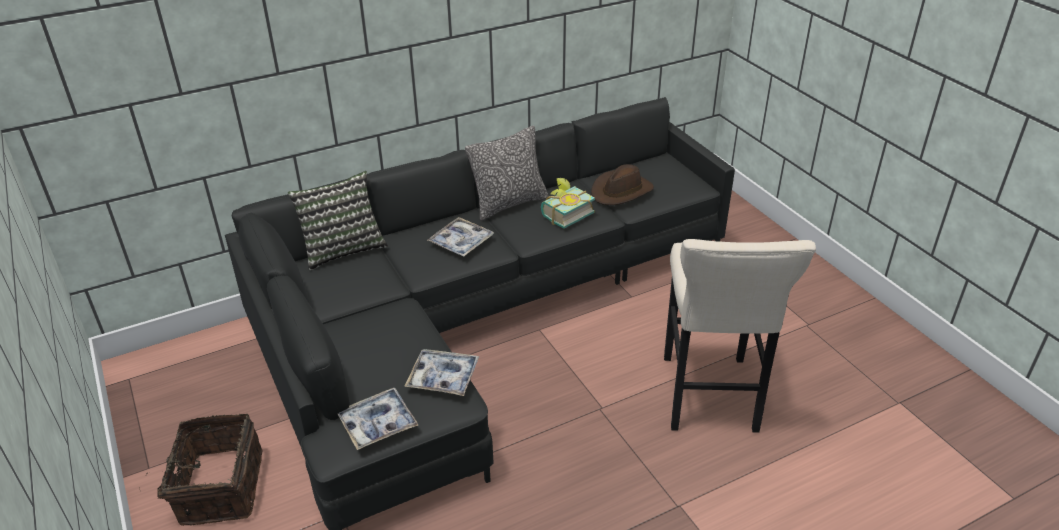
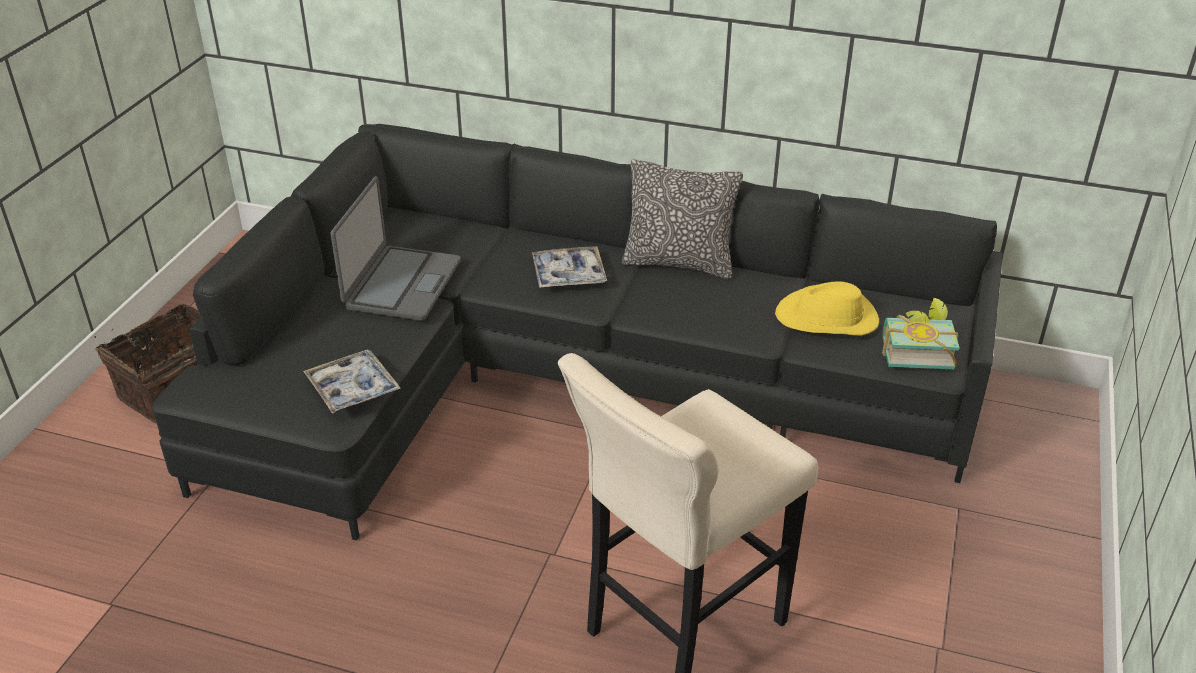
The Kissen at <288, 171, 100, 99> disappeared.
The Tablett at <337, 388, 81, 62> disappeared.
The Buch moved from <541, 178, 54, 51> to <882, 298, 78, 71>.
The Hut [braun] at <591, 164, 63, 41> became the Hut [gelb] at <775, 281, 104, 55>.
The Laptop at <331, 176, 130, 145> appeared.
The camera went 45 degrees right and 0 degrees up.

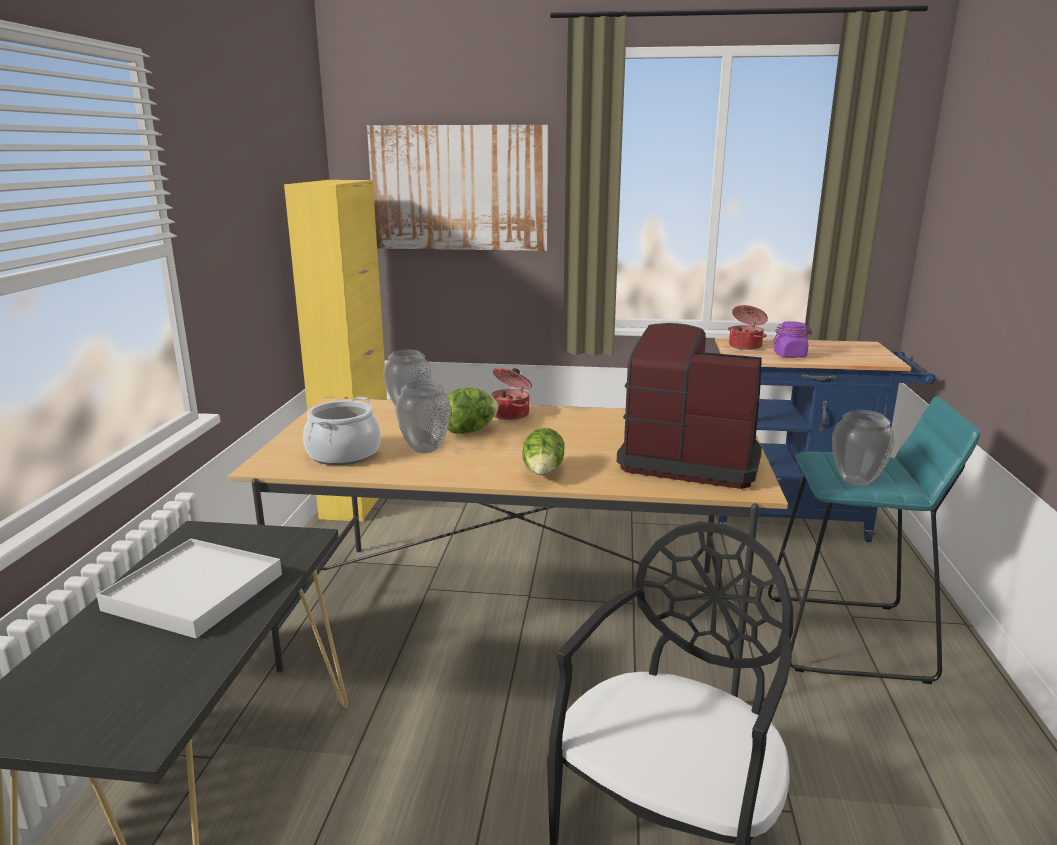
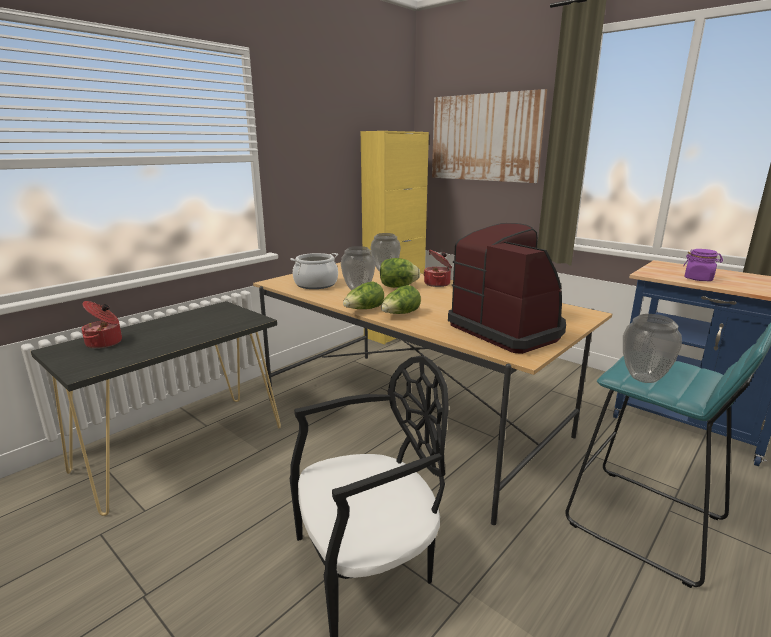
The Tablett [weiß] at <96, 539, 186, 100> disappeared.
The Kochtopf moved from <728, 305, 40, 45> to <81, 301, 41, 48>.
The Salatkopf at <343, 281, 41, 28> appeared.
The camera went 35 degrees right and 0 degrees up.

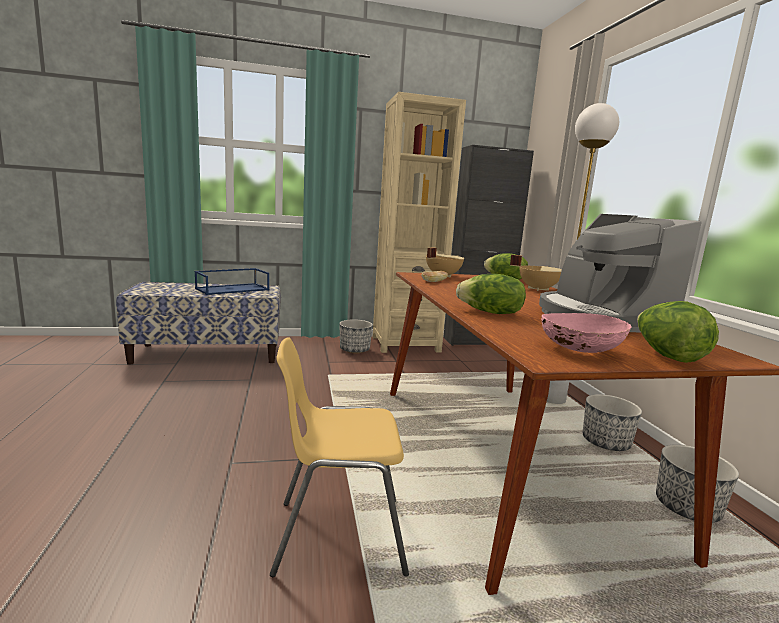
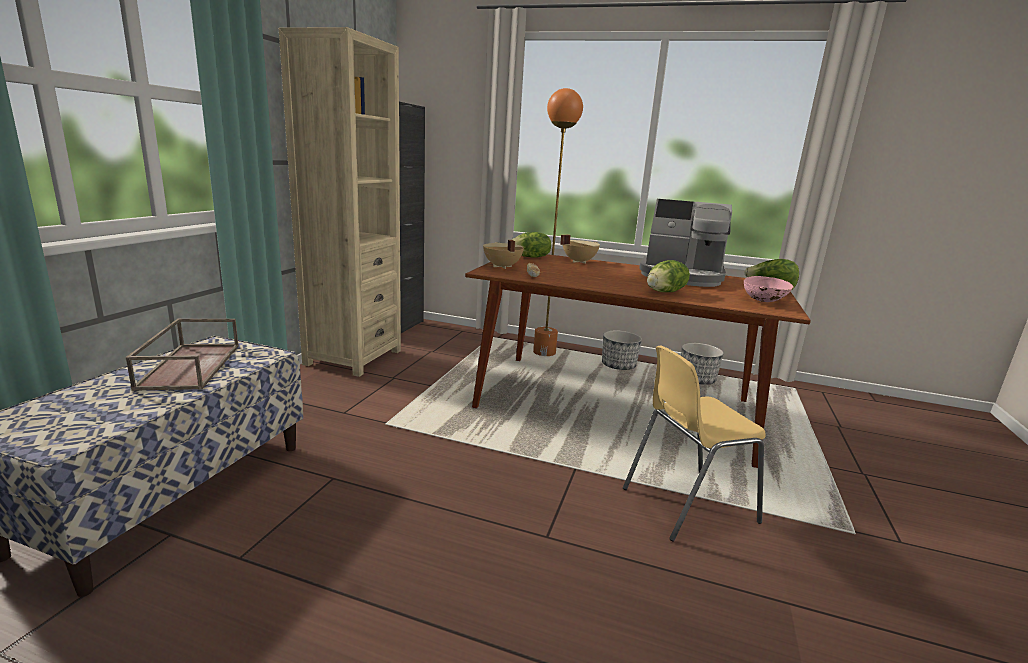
The Tablett [blau] at <194, 268, 75, 27> became the Tablett [braun] at <125, 318, 114, 73>.
The Stuhl [gelb] at <270, 337, 139, 240> turned 45 degrees clockwise.
The Pflanzkübel at <339, 319, 34, 34> disappeared.
The Stehlampe [weiß] at <547, 103, 72, 301> became the Stehlampe [orange] at <533, 88, 50, 268>.
The camera went 60 degrees left and 5 degrees up.

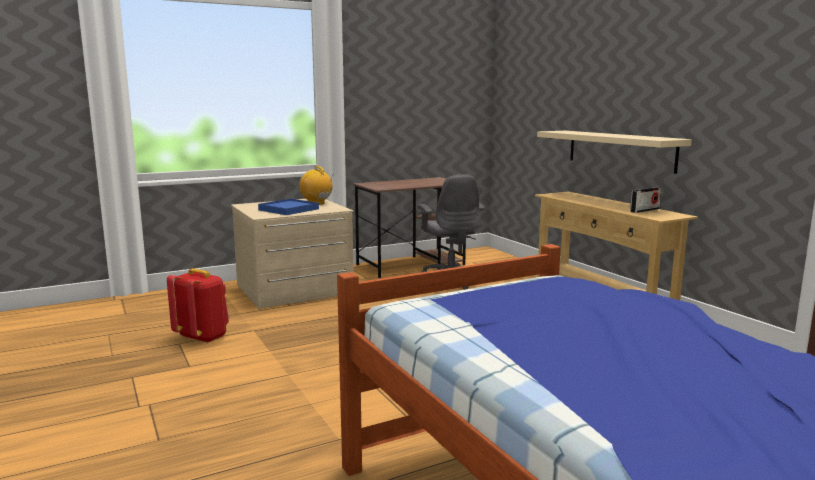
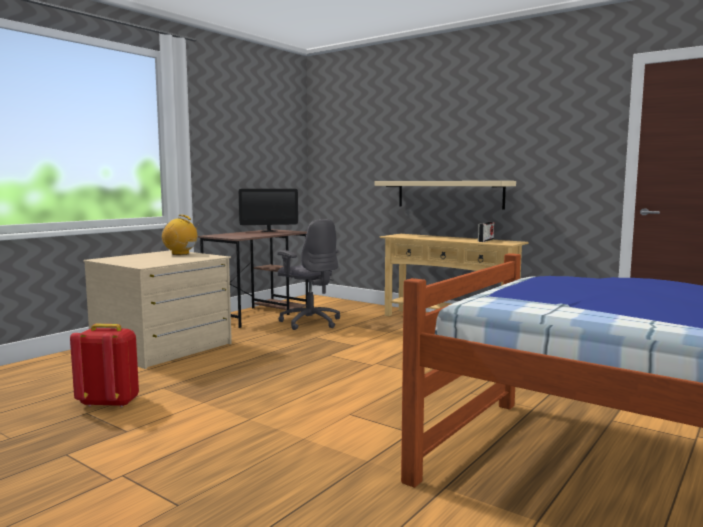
The Tablett [blau] at <258, 199, 61, 16> disappeared.
The Monitor at <238, 189, 60, 43> appeared.
The camera went 25 degrees left and 5 degrees down.

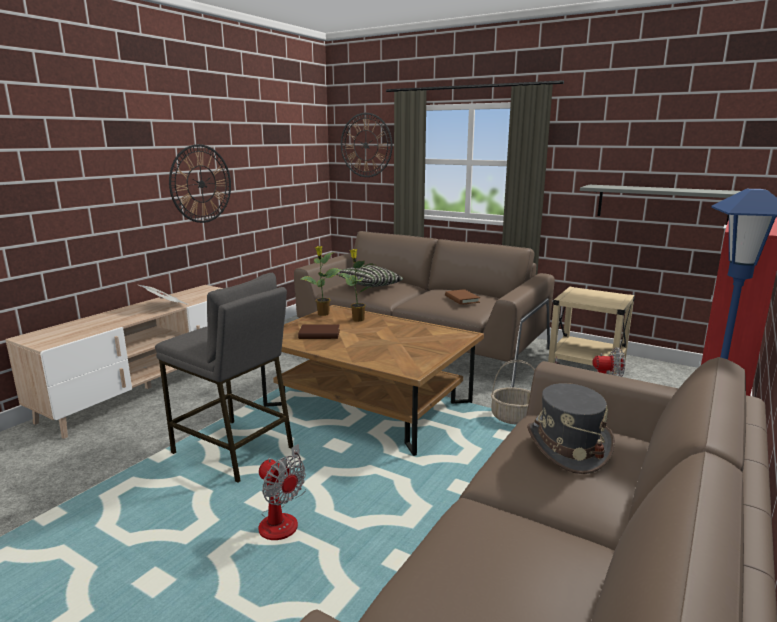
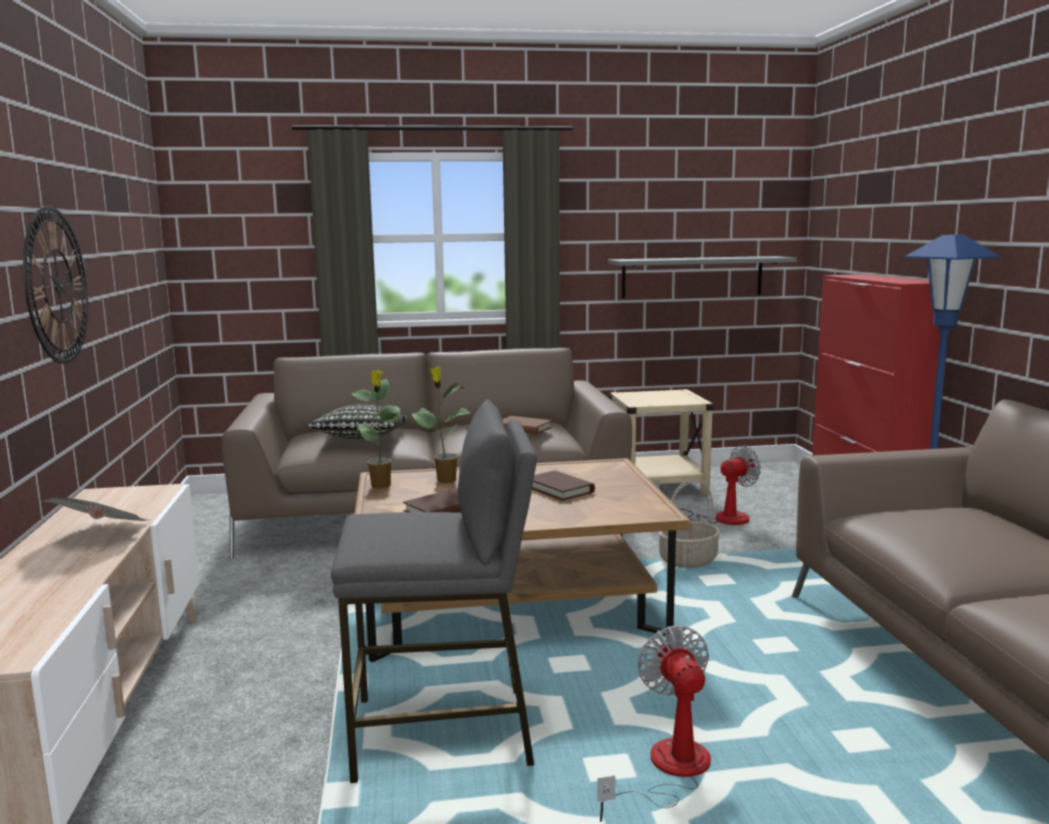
The Ventilator at <258, 444, 48, 96> turned 105 degrees counterclockwise.
The Wanduhr at <341, 113, 51, 64> disappeared.
The Hut [grau] at <527, 383, 88, 91> disappeared.
The Buch [braun] at <532, 471, 63, 30> appeared.
The camera went 40 degrees left and 5 degrees down.

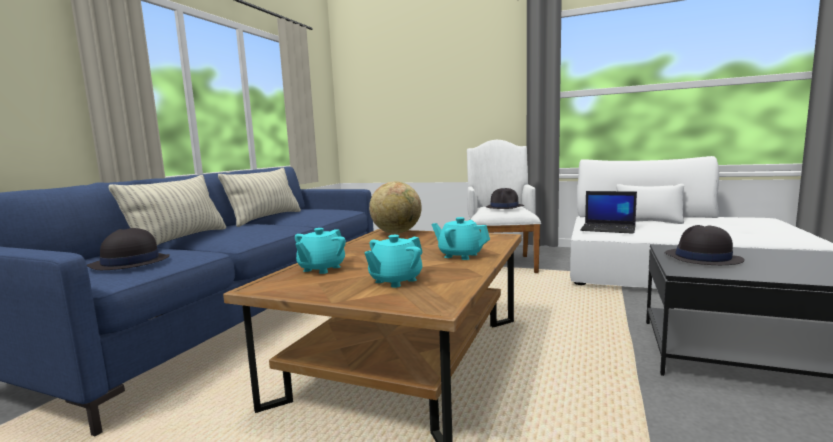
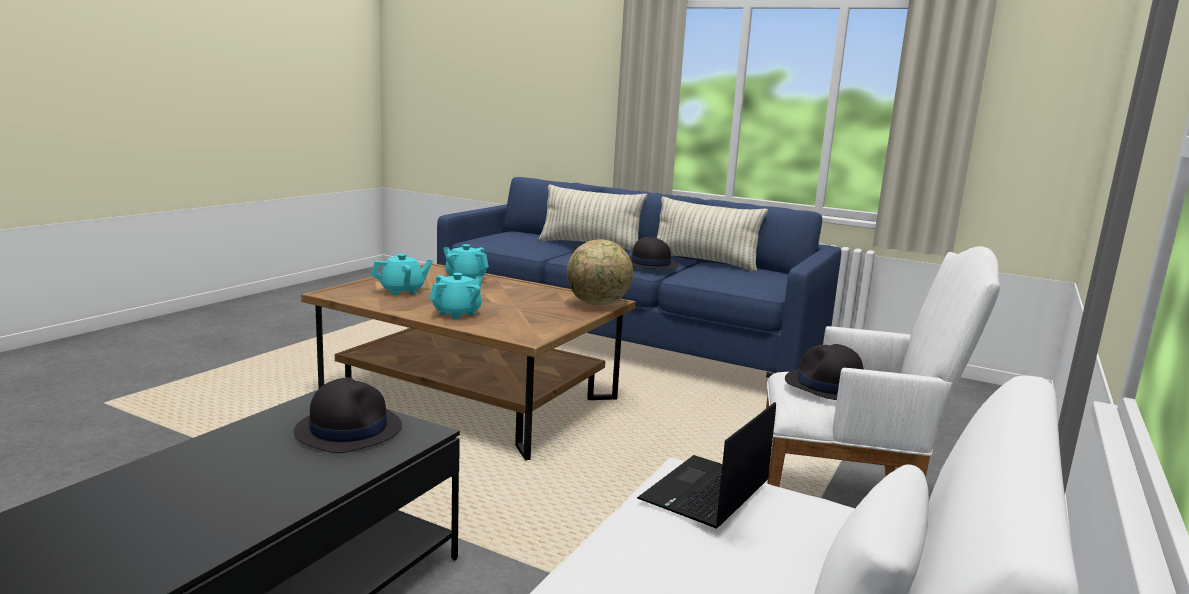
The Hut [schwarz] moved from <87, 228, 83, 42> to <629, 237, 50, 32>.
The Teekanne [türkis] at <364, 235, 59, 53> turned 105 degrees clockwise.
The camera went 95 degrees right and 5 degrees up.

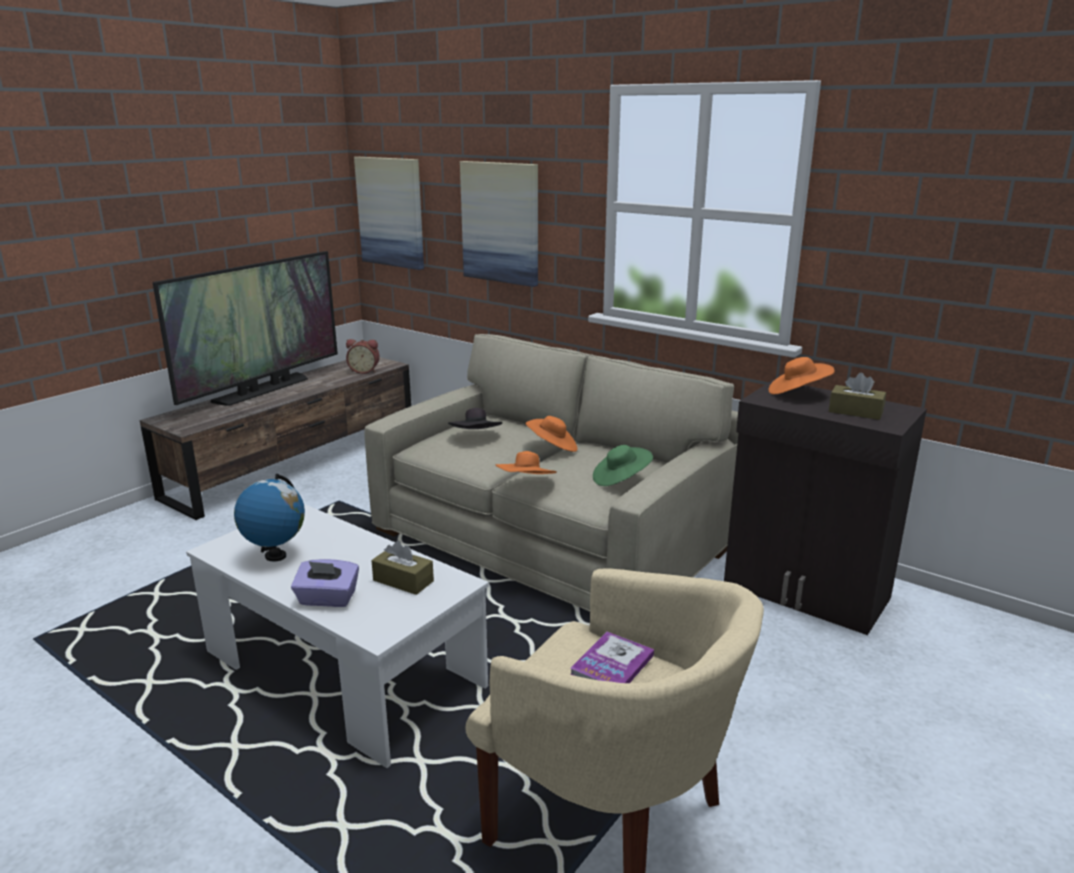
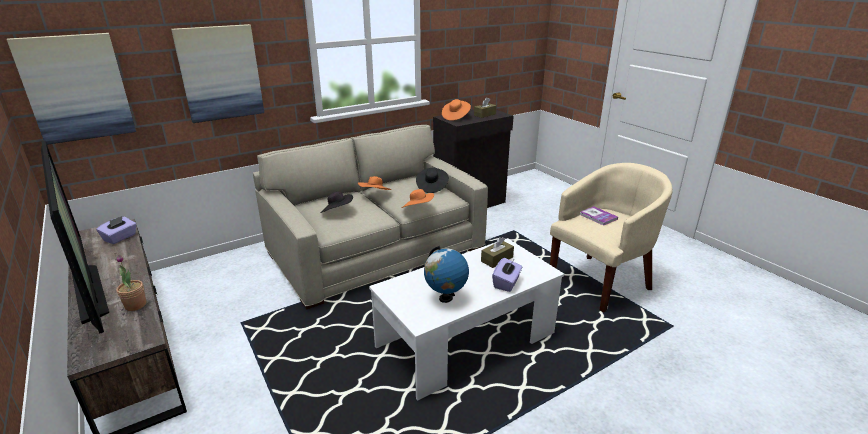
The Wecker at <346, 339, 34, 35> was replaced by the Taschentuchbox [lila] at <96, 216, 40, 28>.
The Hut [grün] at <593, 445, 60, 41> became the Hut [schwarz] at <416, 168, 33, 25>.
The Topfpflanze at <116, 255, 30, 56> appeared.
The camera went 70 degrees left and 5 degrees up.

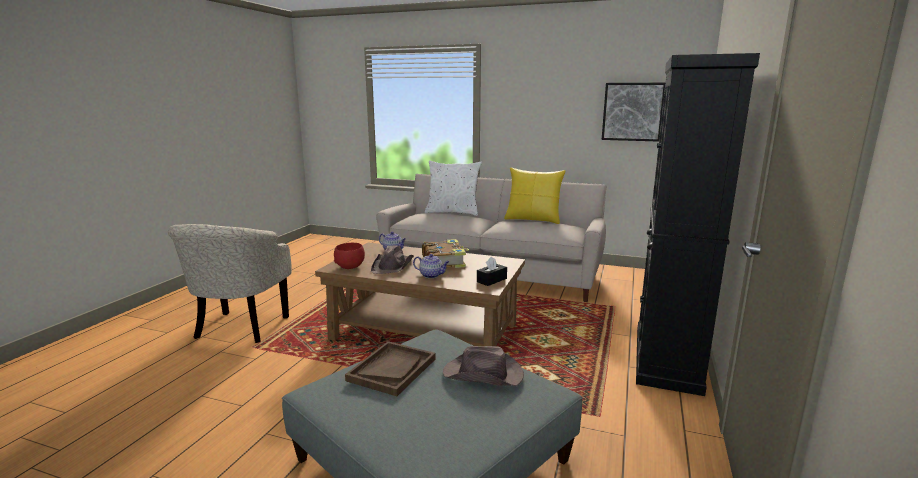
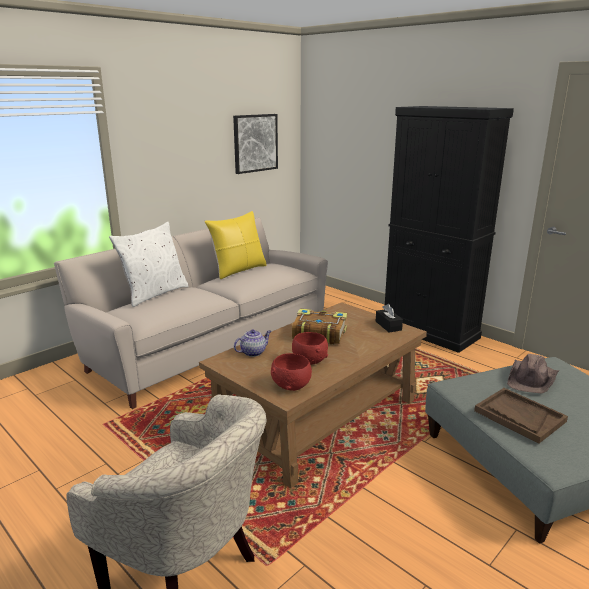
The Hut [braun] at <371, 246, 43, 28> was replaced by the Schüssel [rot] at <292, 332, 36, 33>.
The Teekanne at <413, 254, 37, 24> disappeared.
The camera went 65 degrees left and 5 degrees up.

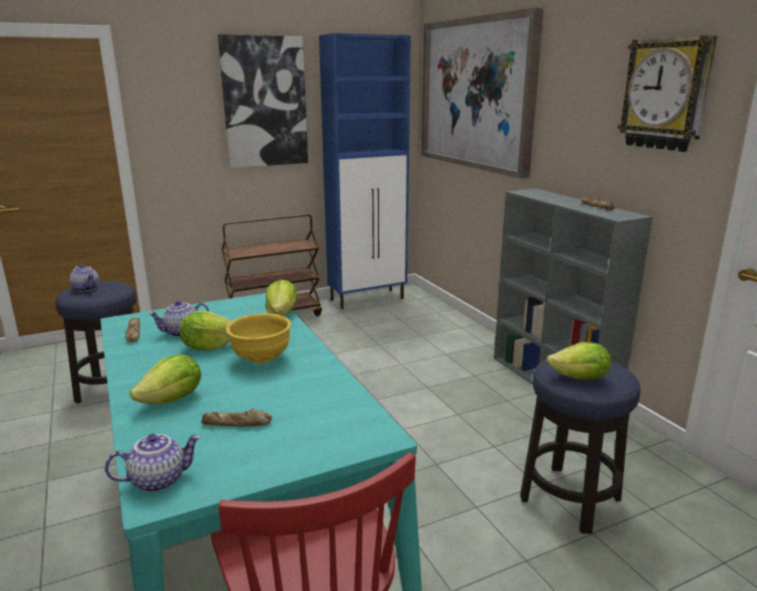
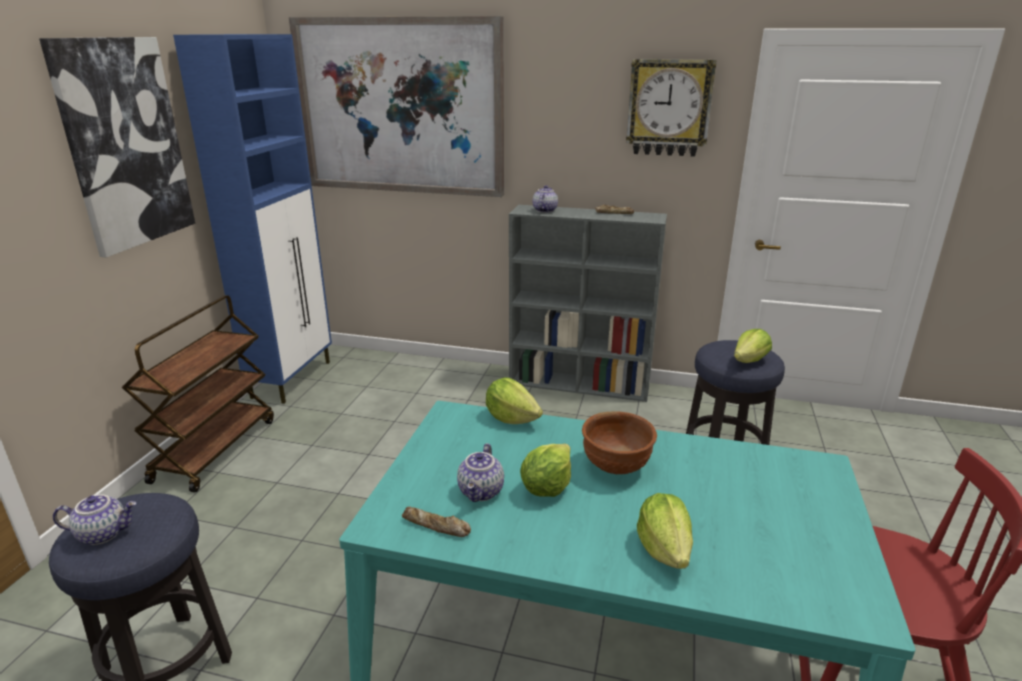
The Teekanne moved from <105, 434, 96, 58> to <533, 185, 25, 28>.
The Brot at <201, 408, 71, 19> disappeared.
The Schüssel [gelb] at <226, 313, 65, 51> became the Schüssel [braun] at <582, 411, 75, 63>.
The camera went 50 degrees left and 5 degrees up.

